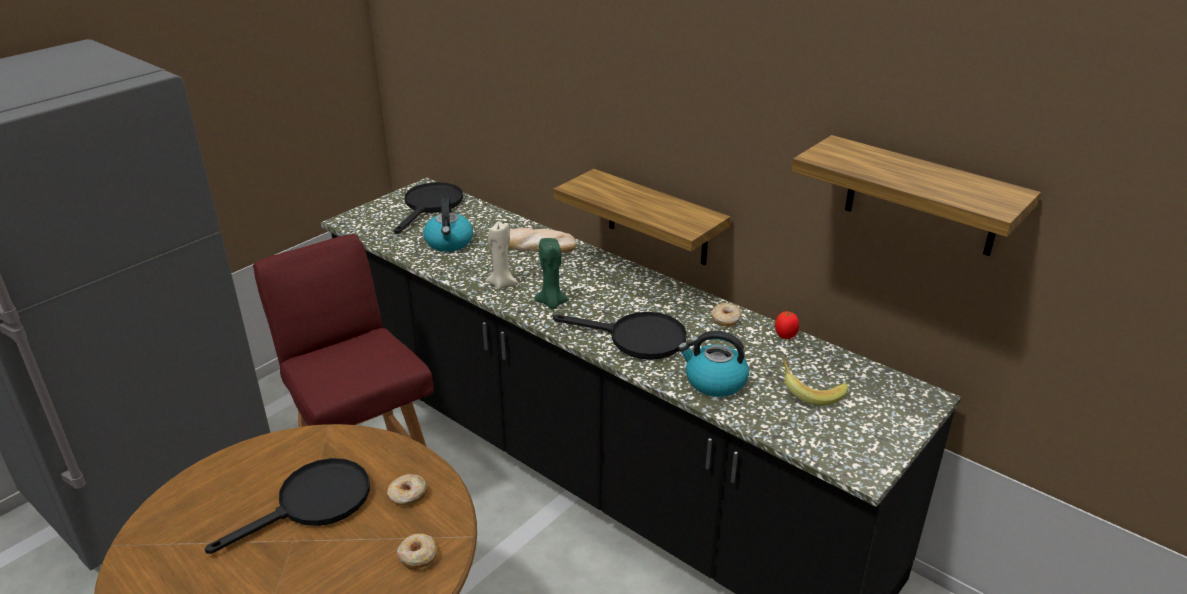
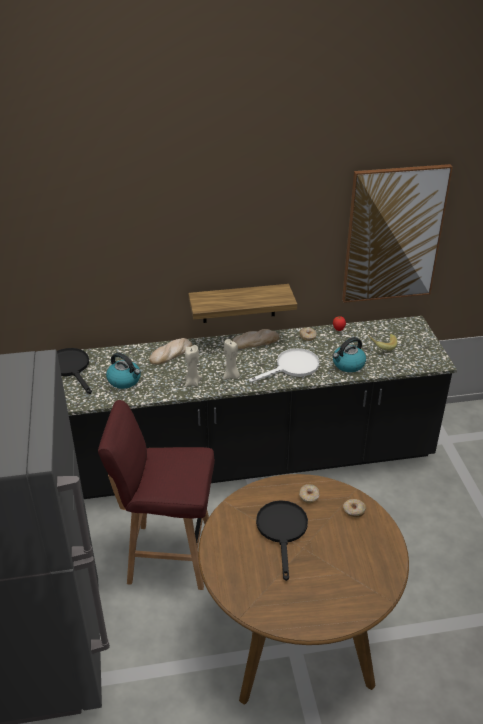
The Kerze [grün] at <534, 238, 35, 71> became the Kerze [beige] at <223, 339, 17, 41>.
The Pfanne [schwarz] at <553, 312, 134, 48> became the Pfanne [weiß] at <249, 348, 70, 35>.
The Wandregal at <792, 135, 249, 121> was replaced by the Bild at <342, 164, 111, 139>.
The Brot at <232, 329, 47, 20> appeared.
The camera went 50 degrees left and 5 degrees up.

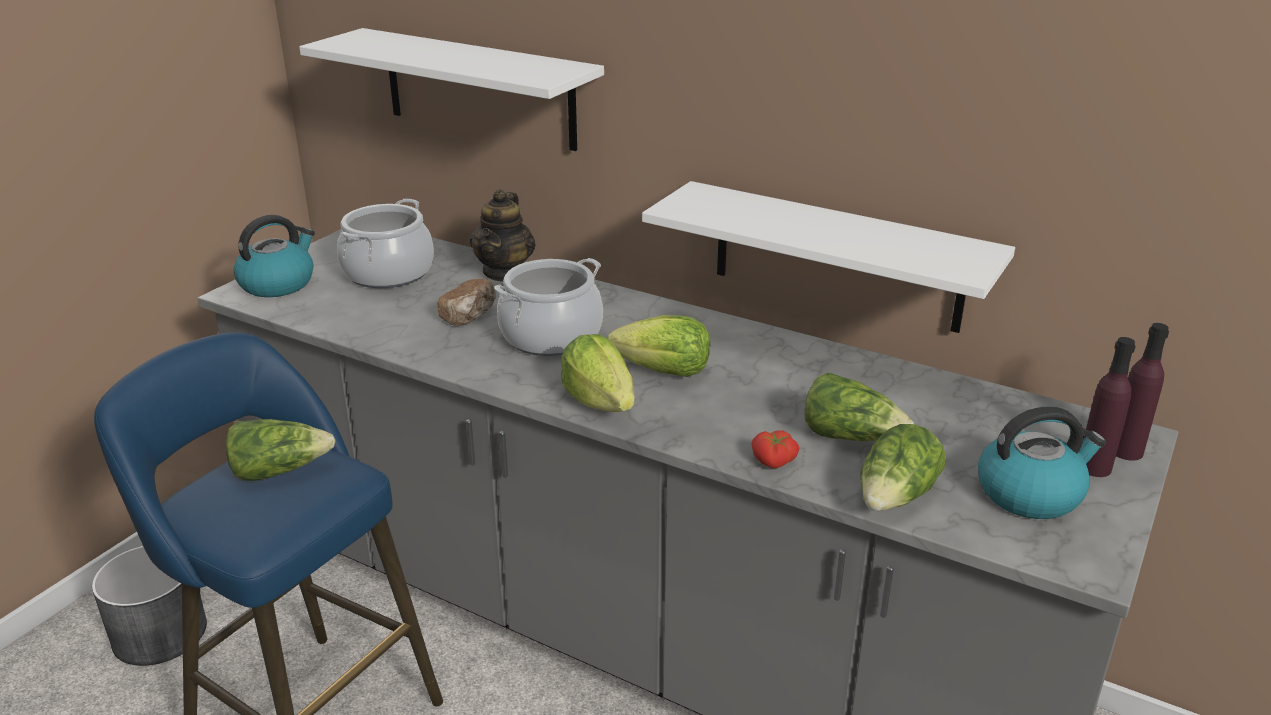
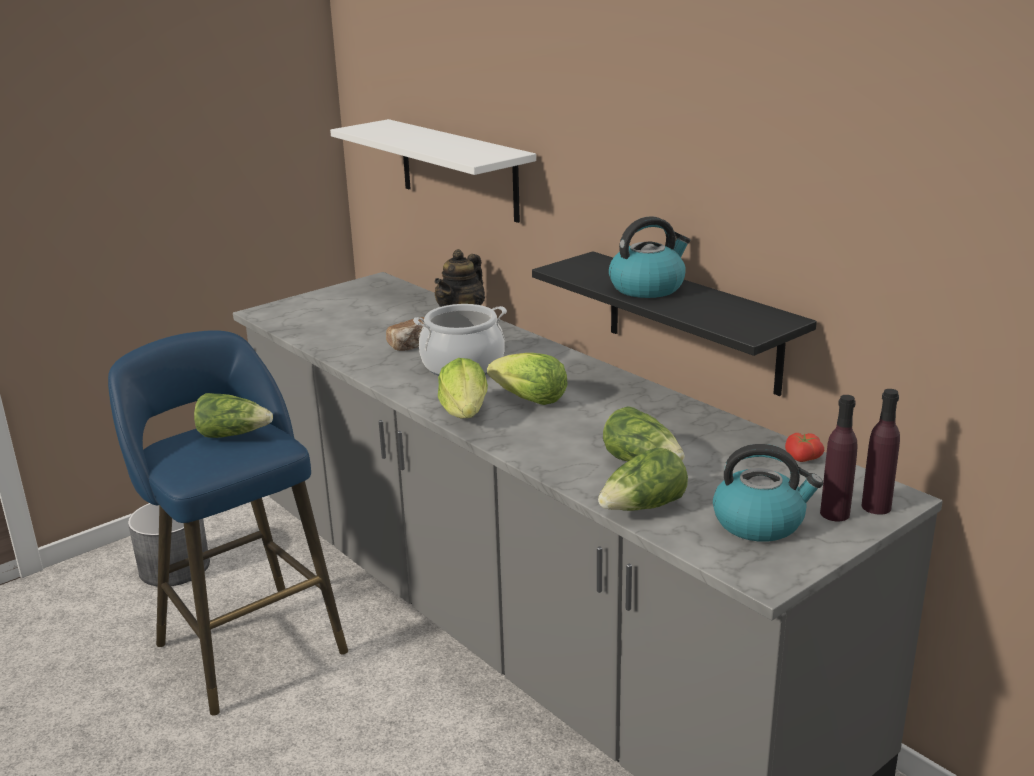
The Wasserkessel moved from <233, 215, 82, 82> to <609, 216, 81, 82>.
The Kochtopf at <337, 199, 97, 89> disappeared.
The Wandregal [weiß] at <642, 181, 373, 152> became the Wandregal [schwarz] at <532, 251, 285, 145>.
The Tomate moved from <751, 430, 48, 38> to <785, 433, 39, 29>.
The camera went 20 degrees right and 5 degrees down.

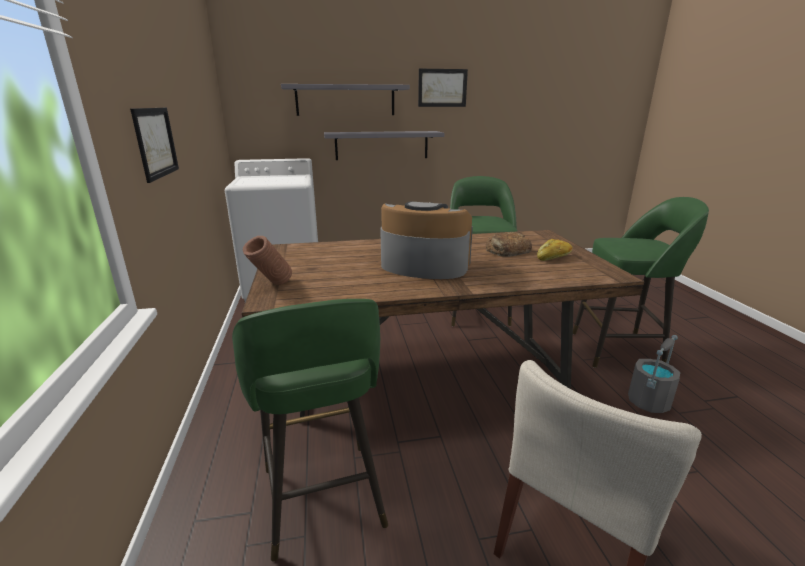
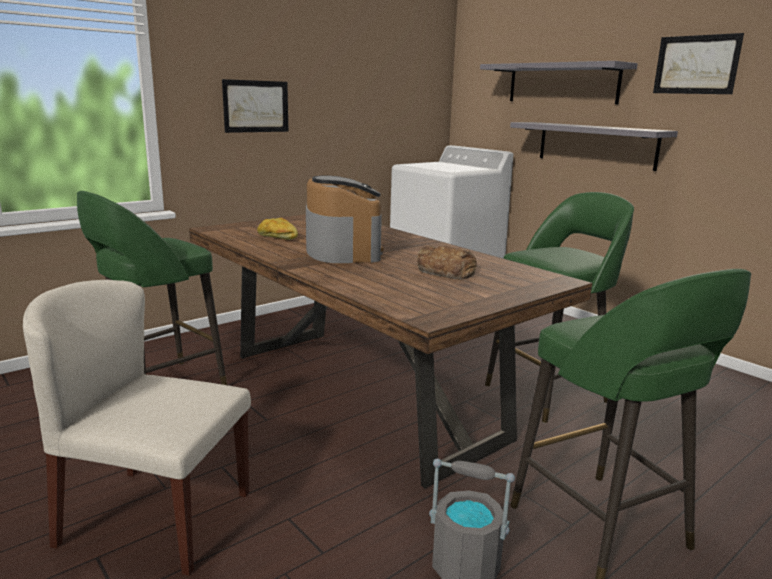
The Vase [braun] at <243, 236, 49, 49> disappeared.
The Brot moved from <537, 239, 35, 22> to <257, 218, 41, 22>.
The camera went 60 degrees right and 5 degrees down.

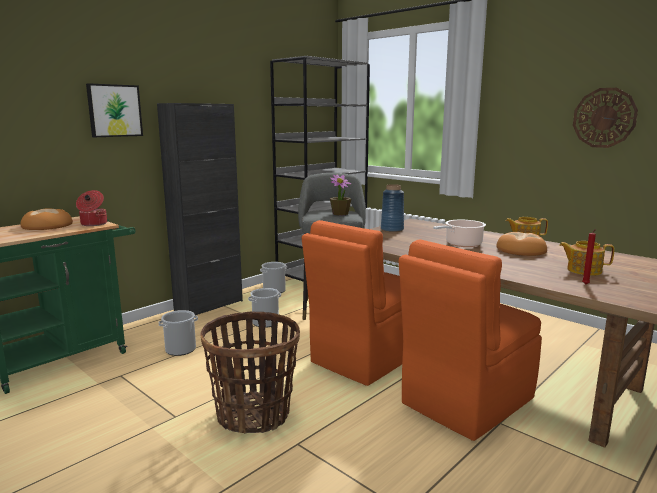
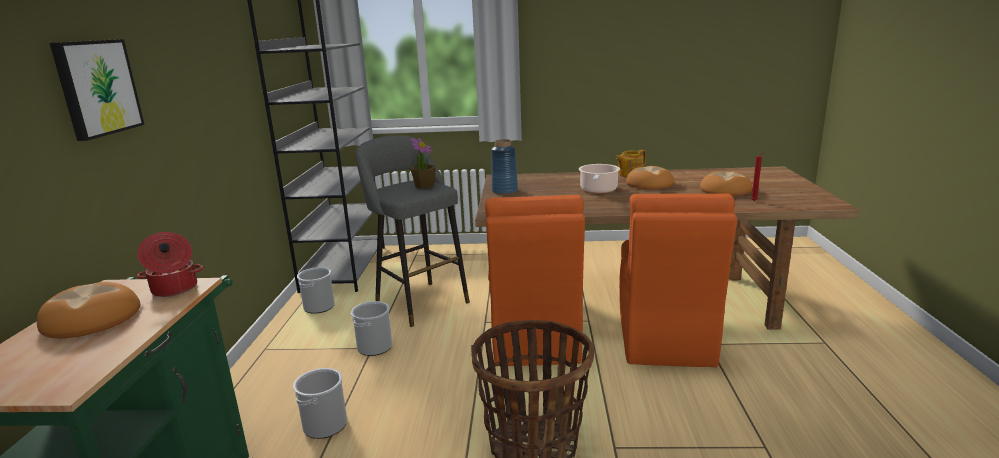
The Schrank [schwarz] at <157, 103, 86, 212> disappeared.
The Teekanne at <559, 241, 56, 35> was replaced by the Brot at <700, 171, 52, 25>.
The Wanduhr at <573, 88, 65, 60> disappeared.
The camera went 40 degrees left and 5 degrees up.

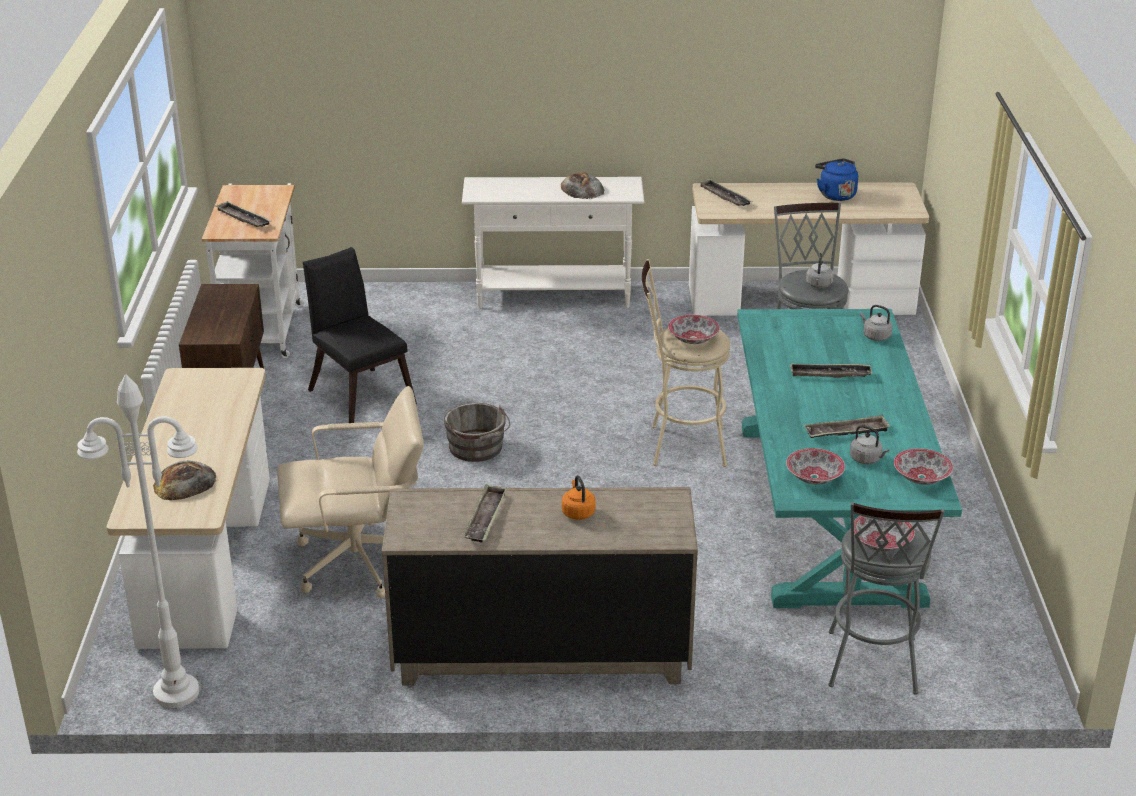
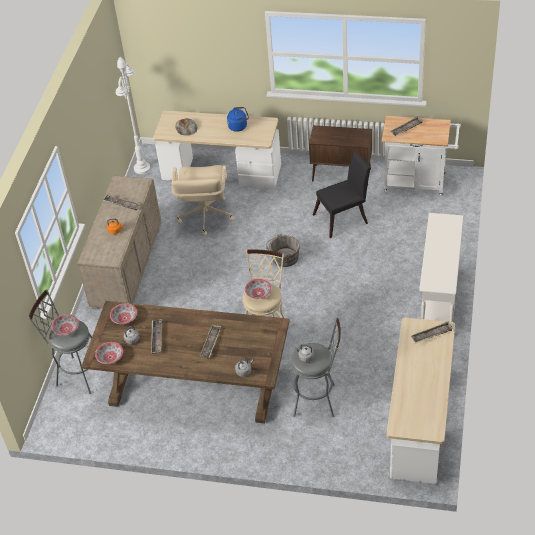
The Brot at <561, 172, 43, 27> disappeared.
The Esstisch [türkis] at <737, 309, 225, 299> became the Esstisch [braun] at <81, 301, 209, 122>.
The Wasserkessel [blau] moved from <815, 158, 43, 43> to <227, 107, 22, 25>.
The camera went 105 degrees right and 15 degrees up.

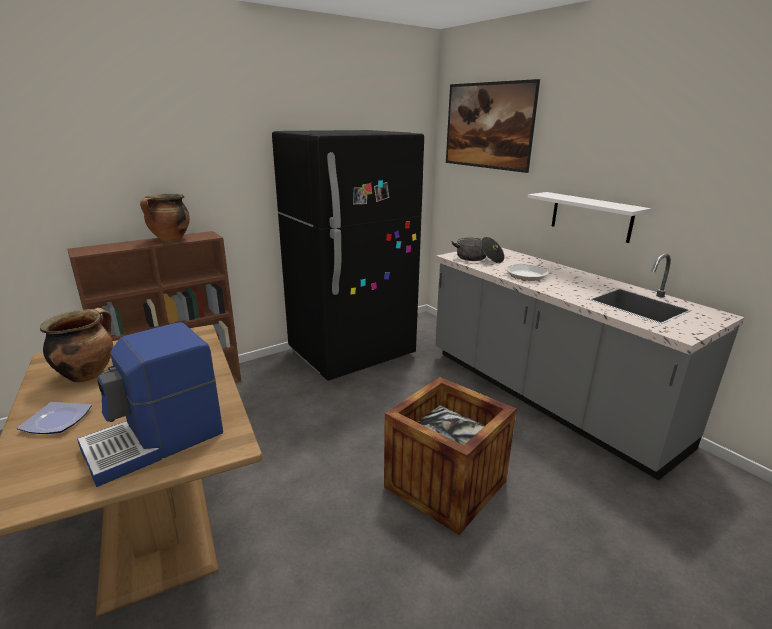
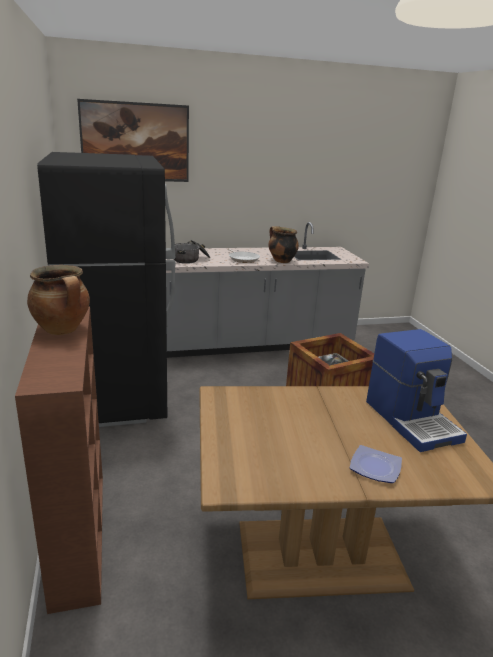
The Kochtopf moved from <40, 308, 73, 74> to <268, 226, 31, 37>.
The Wandregal [weiß] at <528, 192, 123, 51> disappeared.
The camera went 70 degrees left and 0 degrees up.

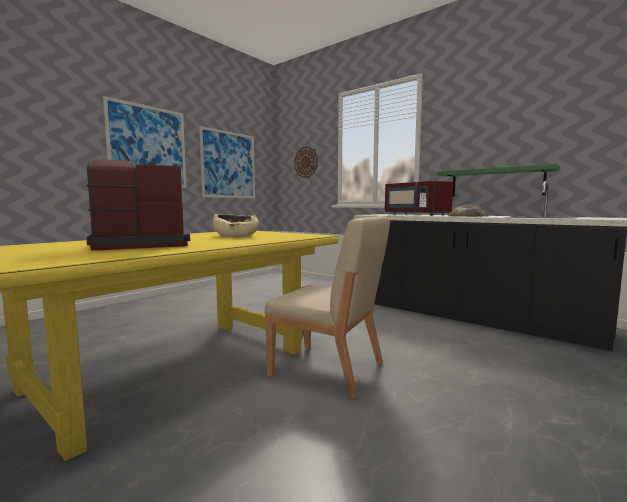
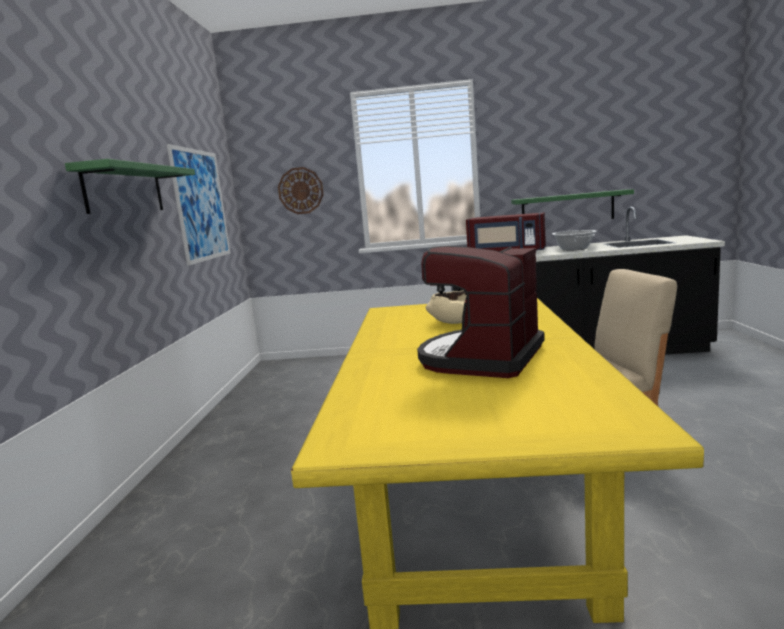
The Bild at <103, 96, 83, 92> was replaced by the Wandregal [grün] at <65, 159, 130, 55>.
The Brot at <449, 204, 41, 13> was replaced by the Kochtopf at <552, 230, 45, 21>.
The camera went 35 degrees left and 5 degrees up.

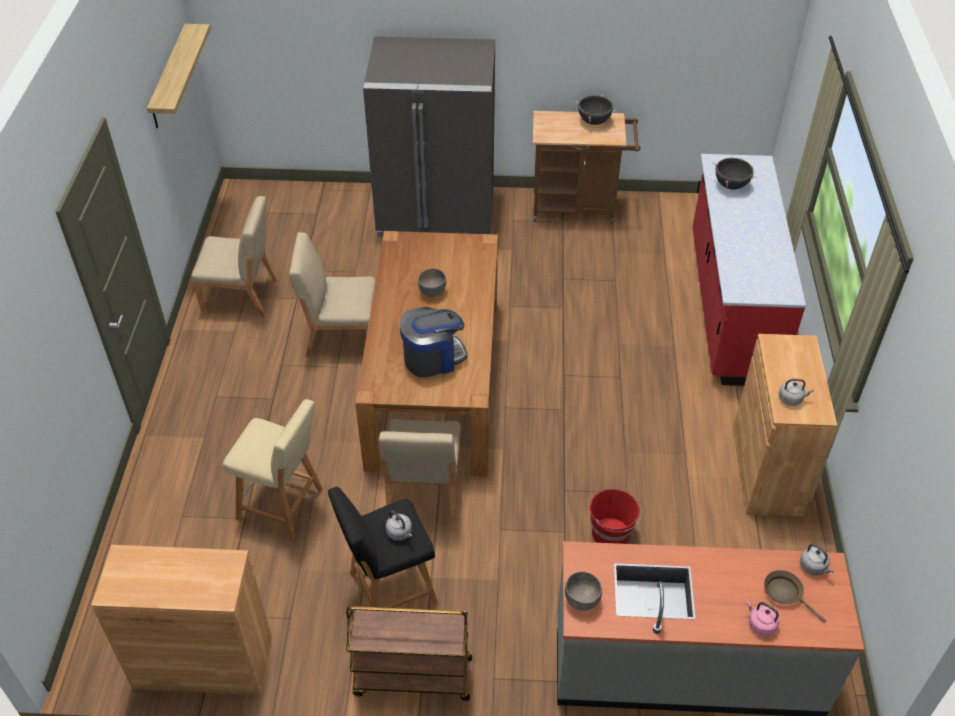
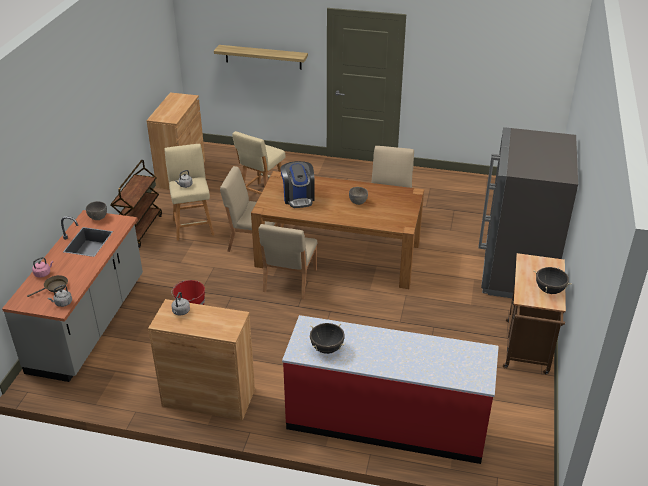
The Wandregal moved from <147, 24, 64, 104> to <214, 45, 94, 25>.
The Stuhl [beige] moved from <192, 196, 86, 122> to <258, 224, 59, 75>.
The Hocker [schwarz] at <328, 487, 110, 121> became the Hocker [beige] at <164, 144, 50, 97>.
The Kochtopf [schwarz] moved from <713, 157, 44, 33> to <310, 323, 35, 31>.
The camera went 100 degrees right and 10 degrees down.

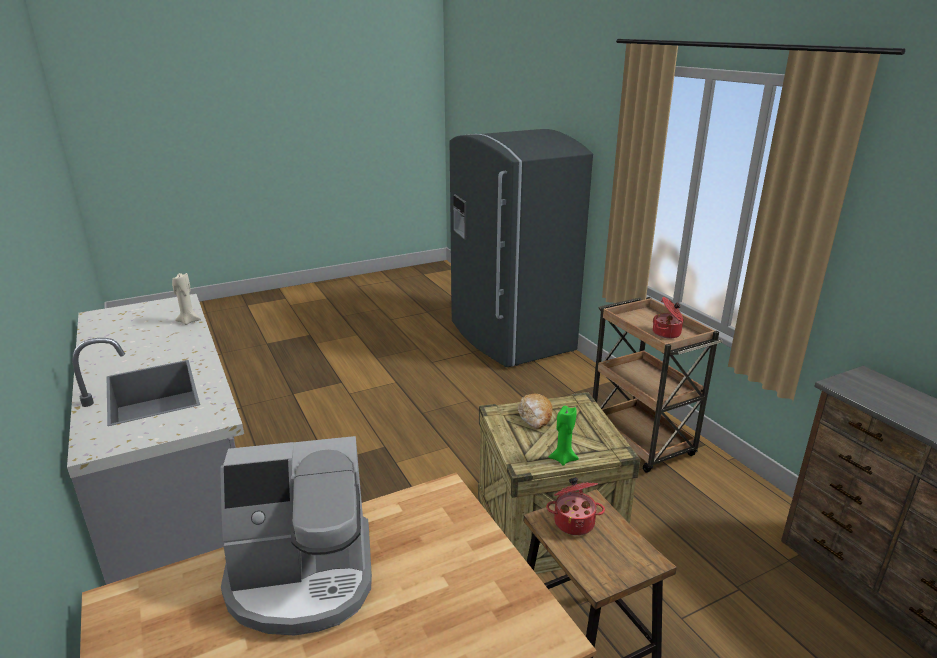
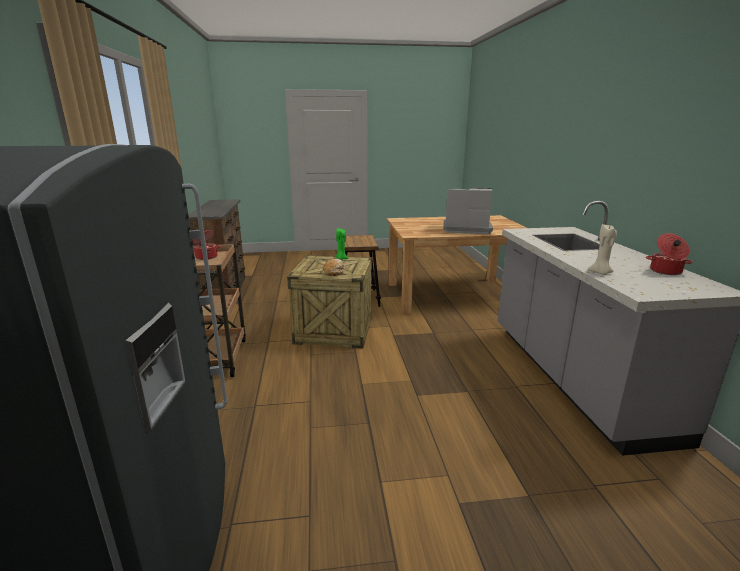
The Kochtopf moved from <546, 477, 59, 59> to <646, 233, 47, 42>.
The camera went 160 degrees left and 5 degrees down.

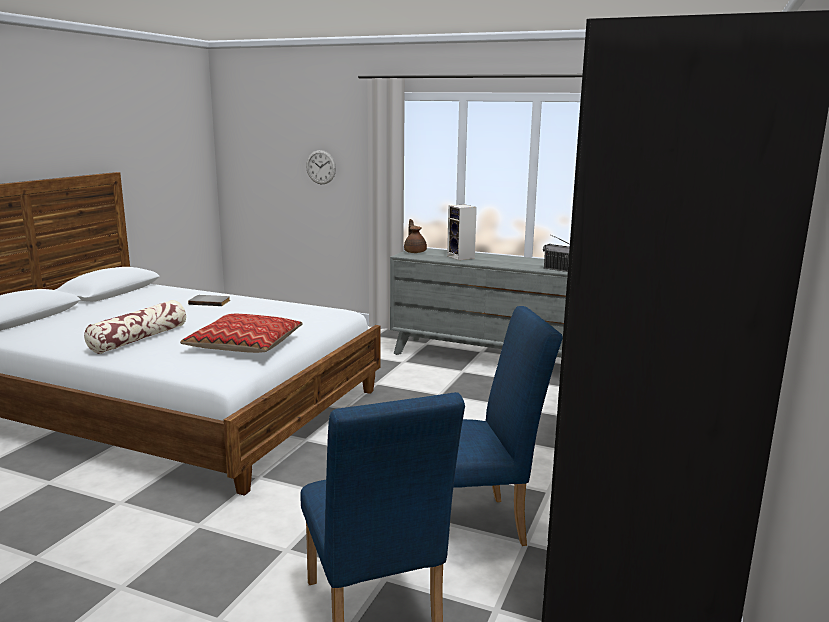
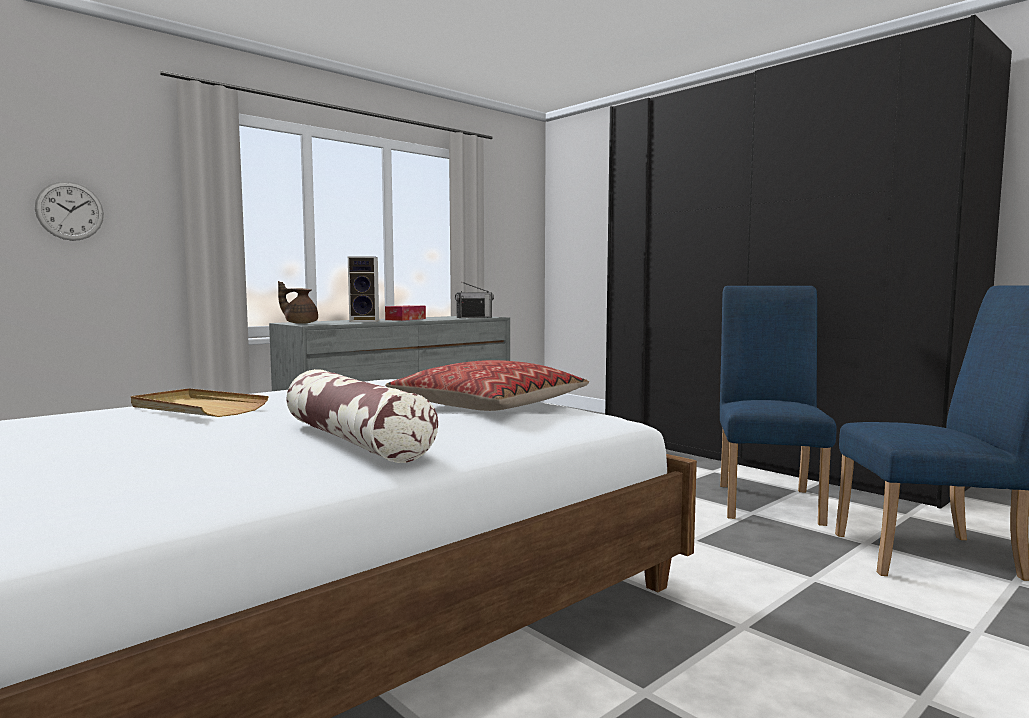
The Buch [grau] at <188, 295, 42, 11> was replaced by the Tablett [beige] at <131, 388, 138, 29>.
The Taschentuchbox at <385, 305, 41, 16> appeared.
The camera went 65 degrees left and 10 degrees down.

